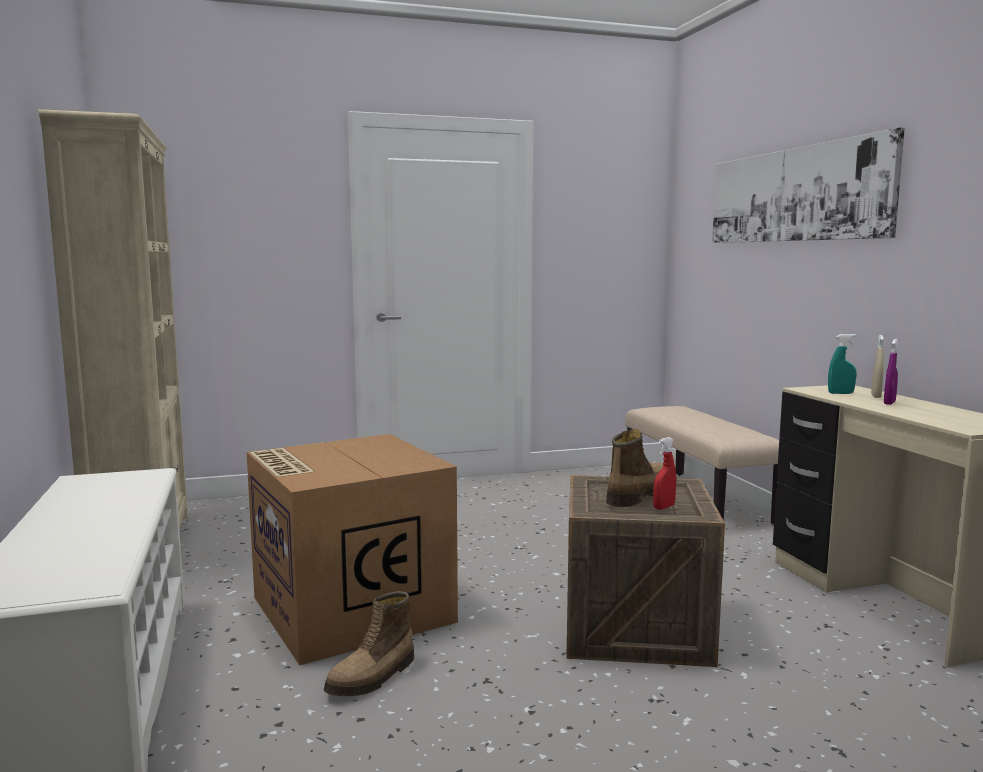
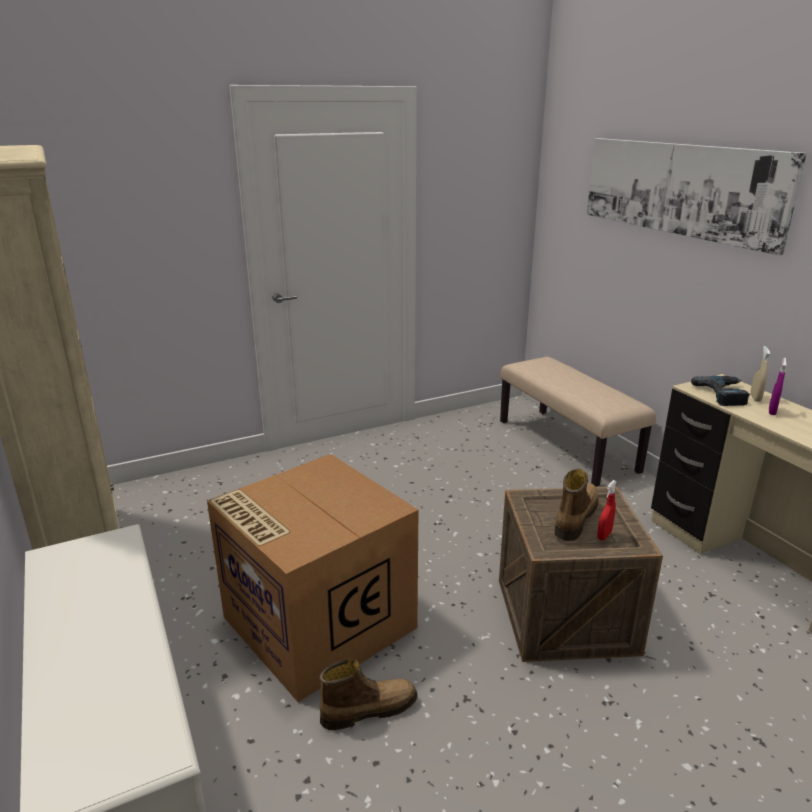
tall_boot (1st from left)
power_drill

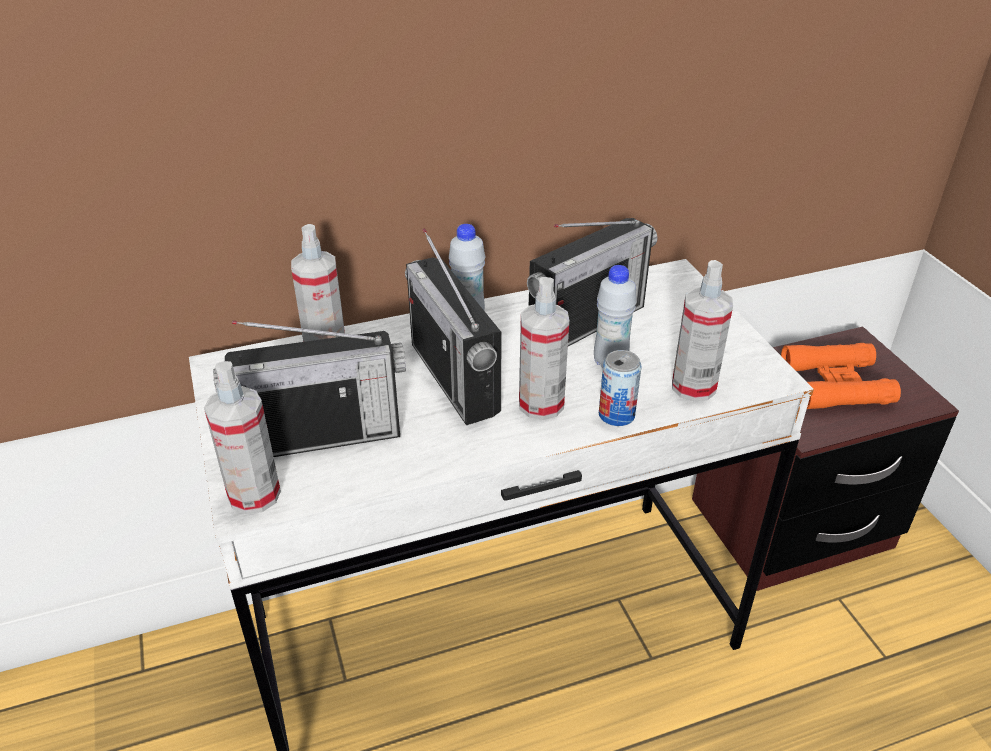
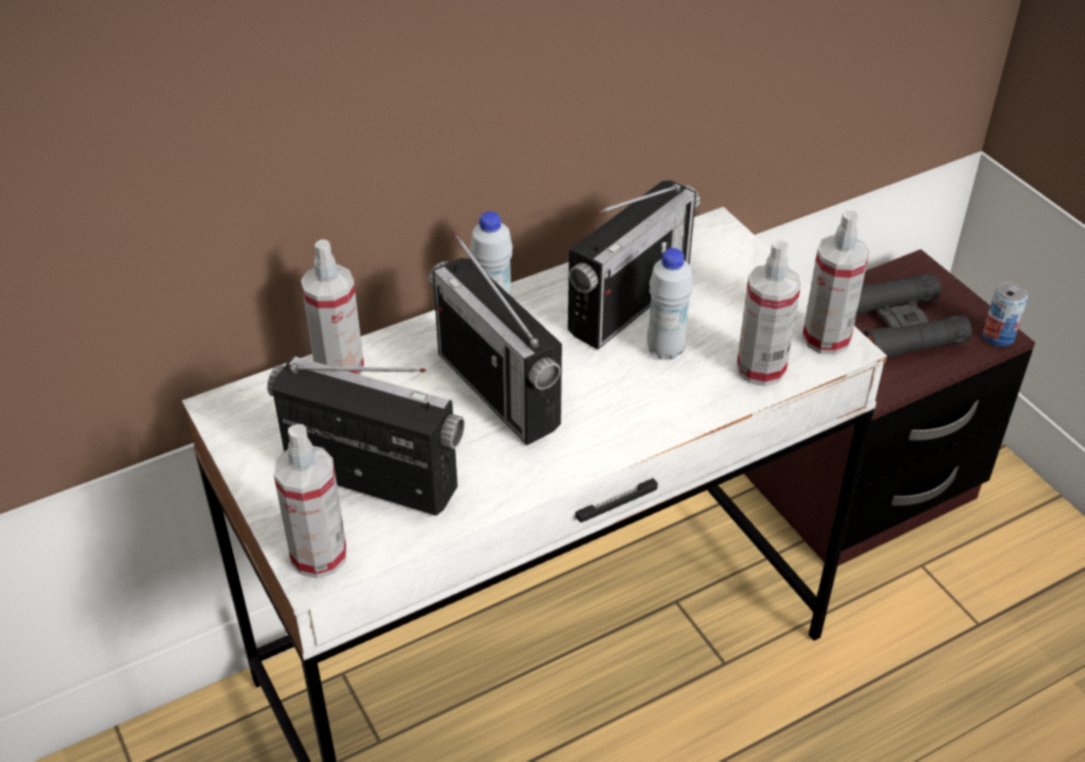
radio_set (1st from left)
spray_bottle (4th from left)
can
black-coloured_field_glasses

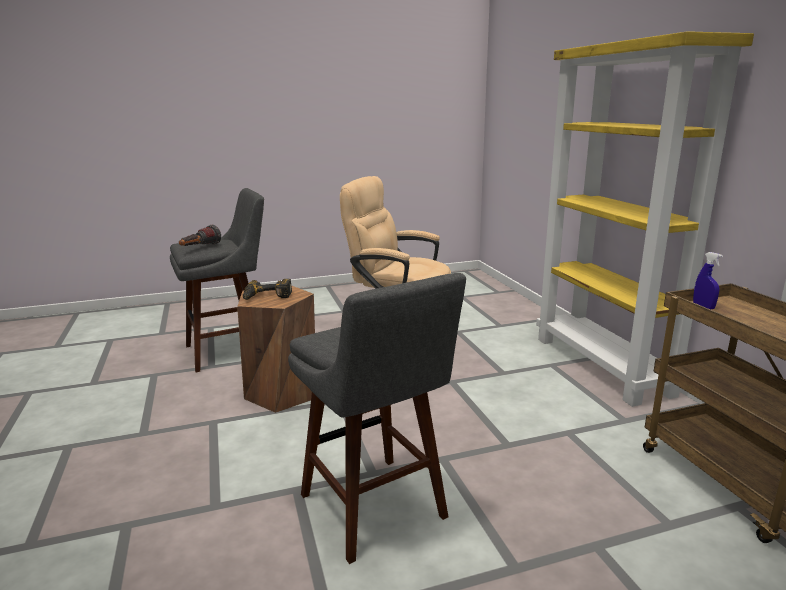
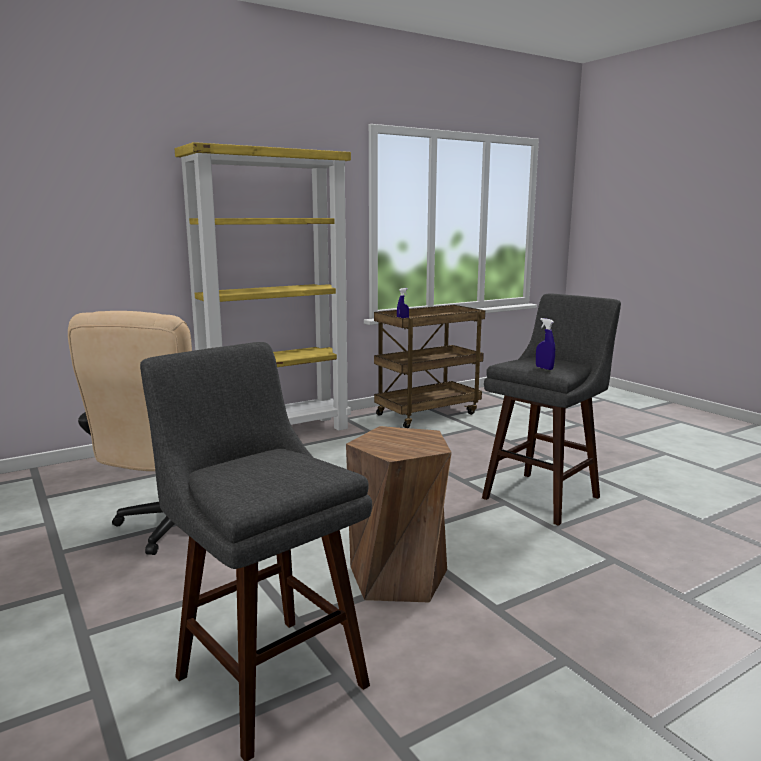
torch
power_drill
blue-coloured_spray_bottle (2nd from left)

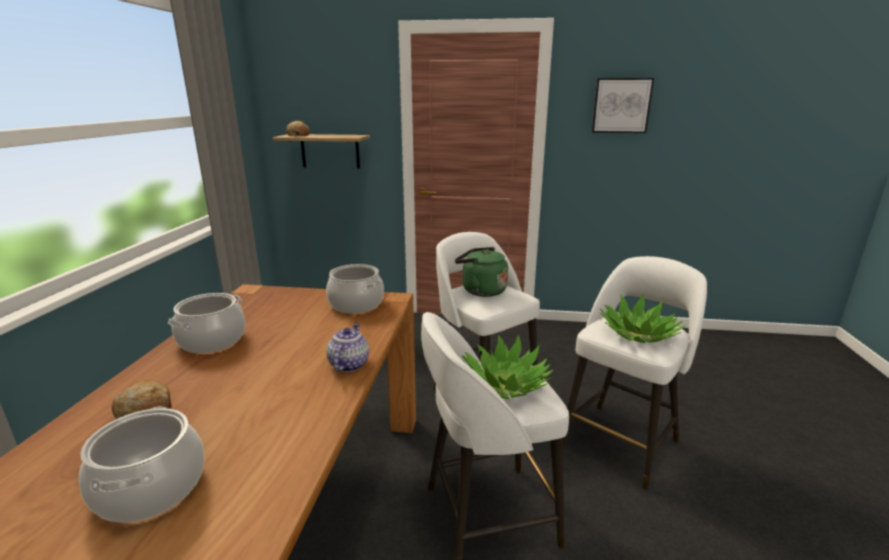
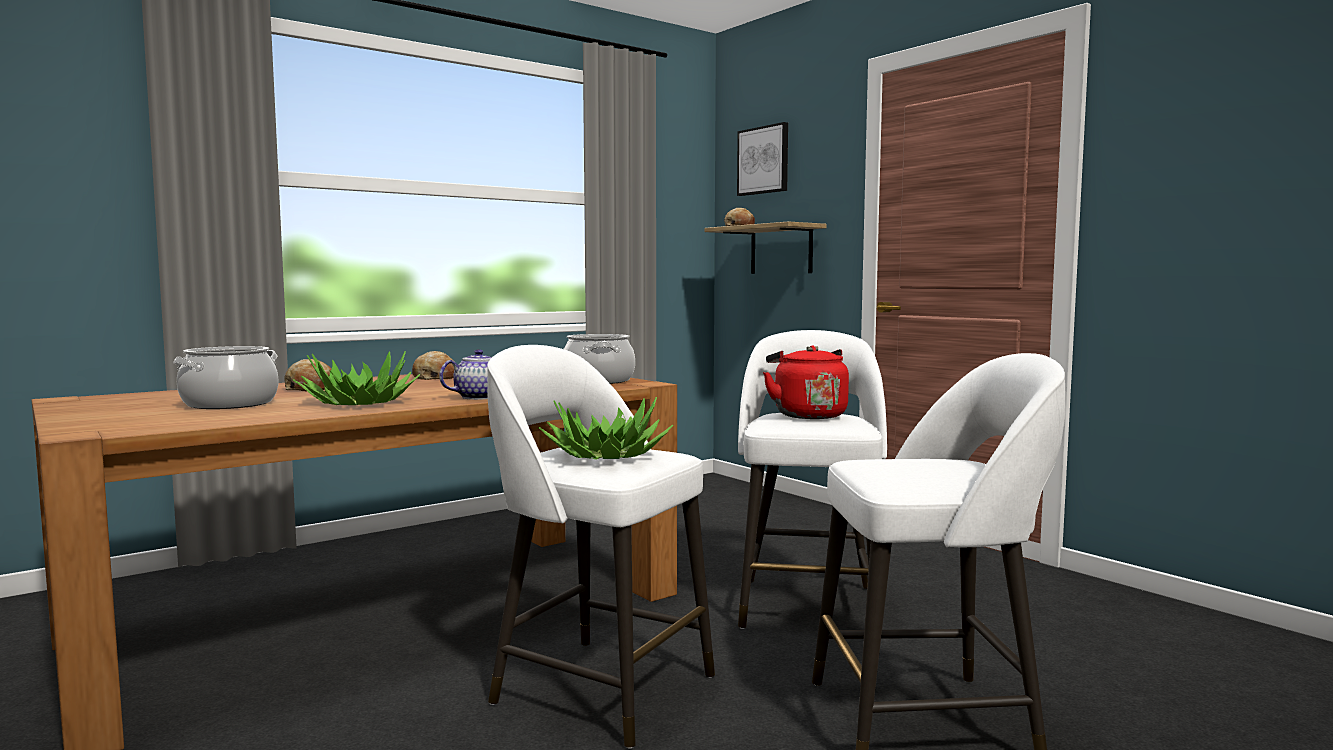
bread (2nd from left)
red-coloured_water_kettle
wall_picture
potted_plant (1st from left)

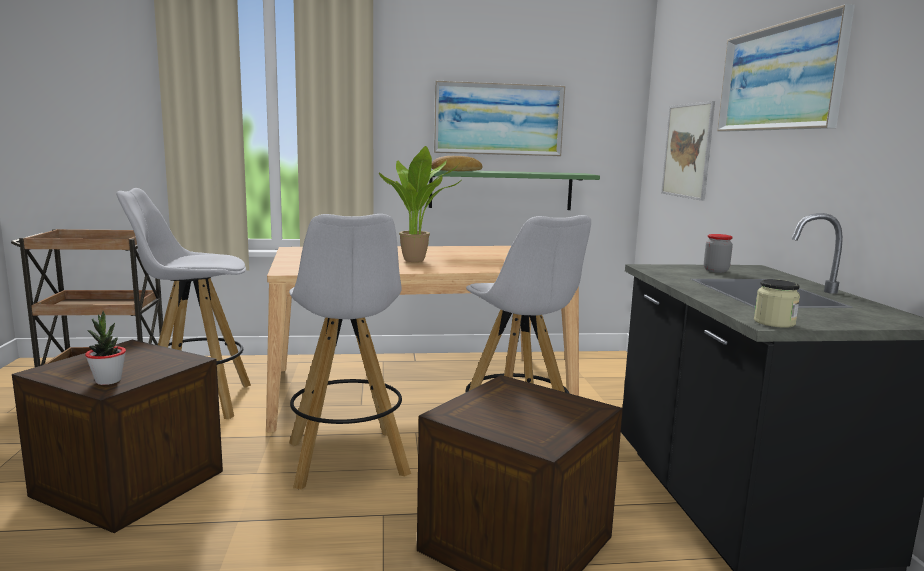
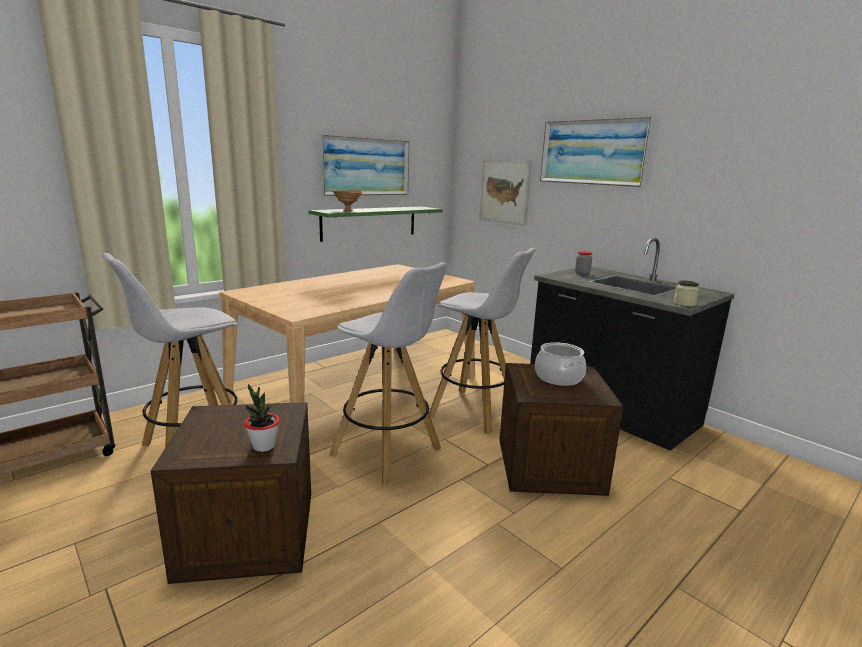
potted_plant (2nd from left in the first image)
brownish_serving_bowl
saucepot

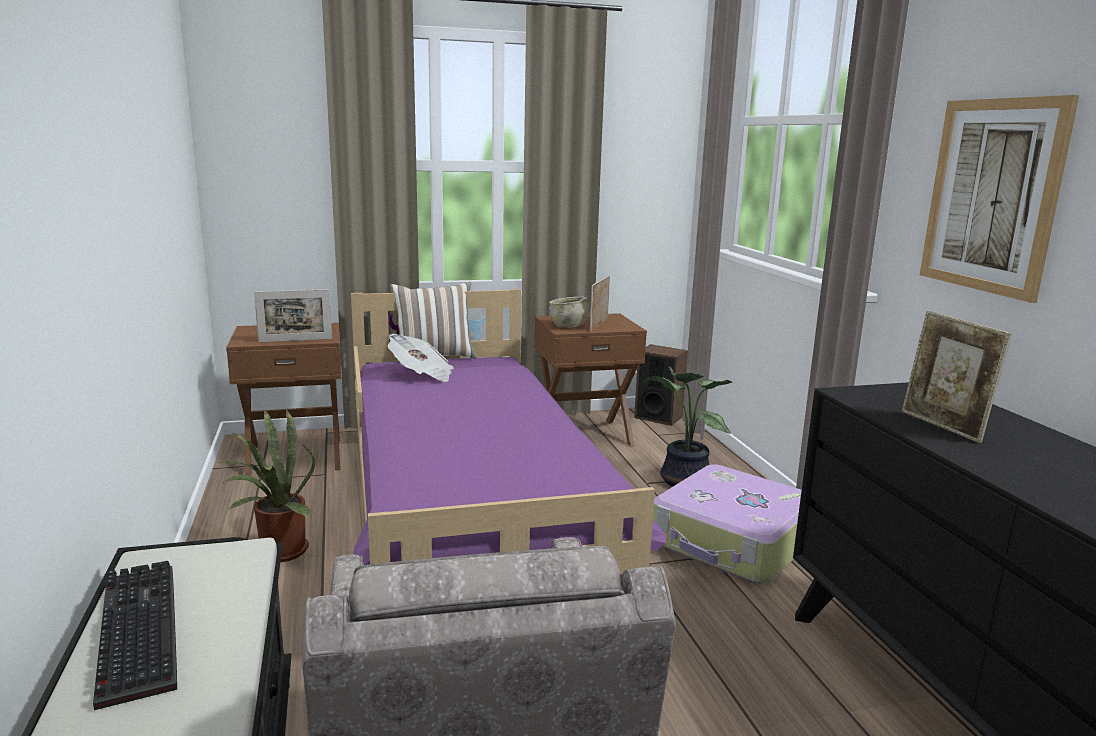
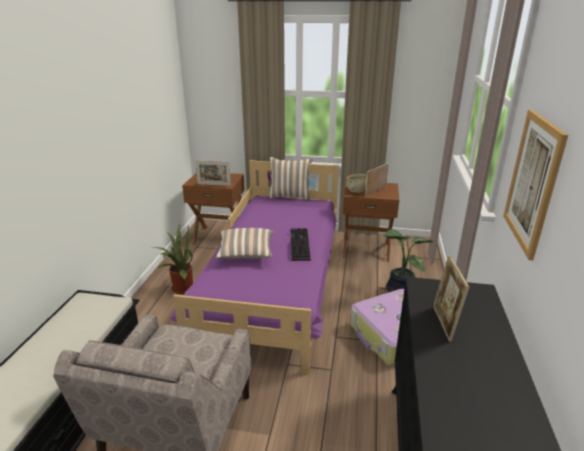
computer_keyboard
newspaper
speaker
cushion (1st from left)

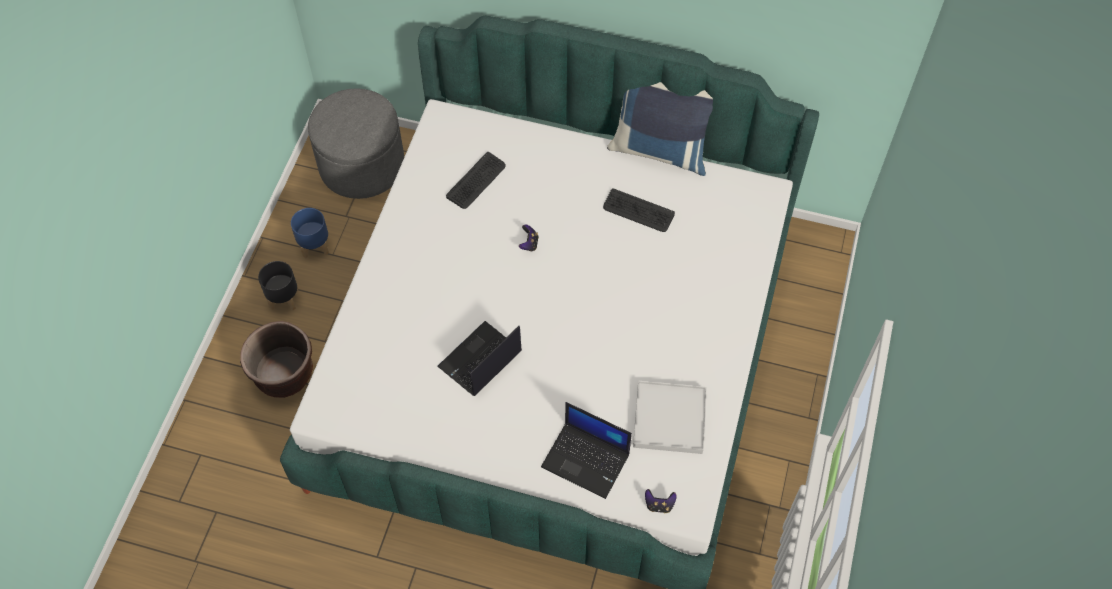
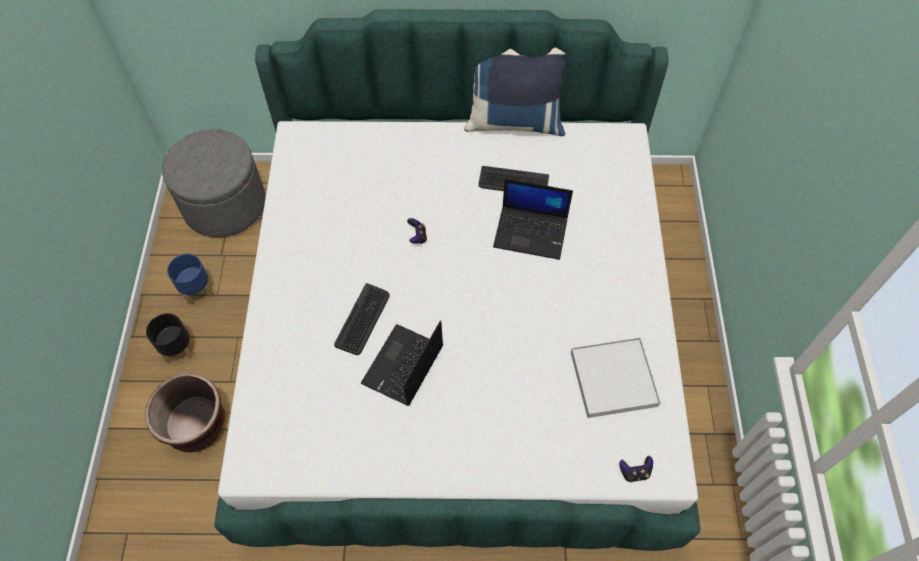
computer_keyboard (1st from left)
portable_computer (2nd from left)

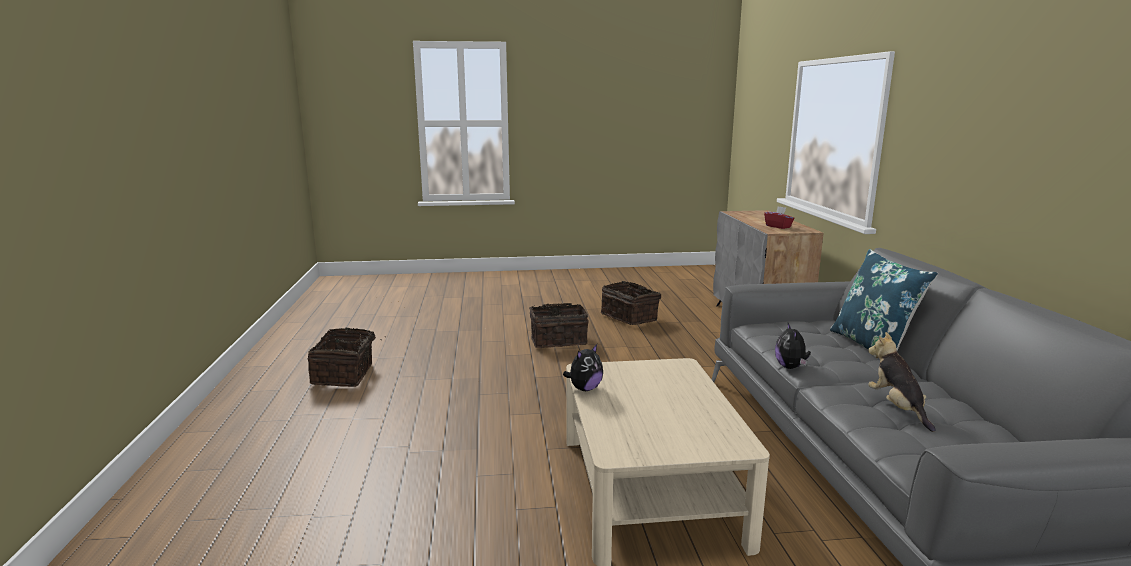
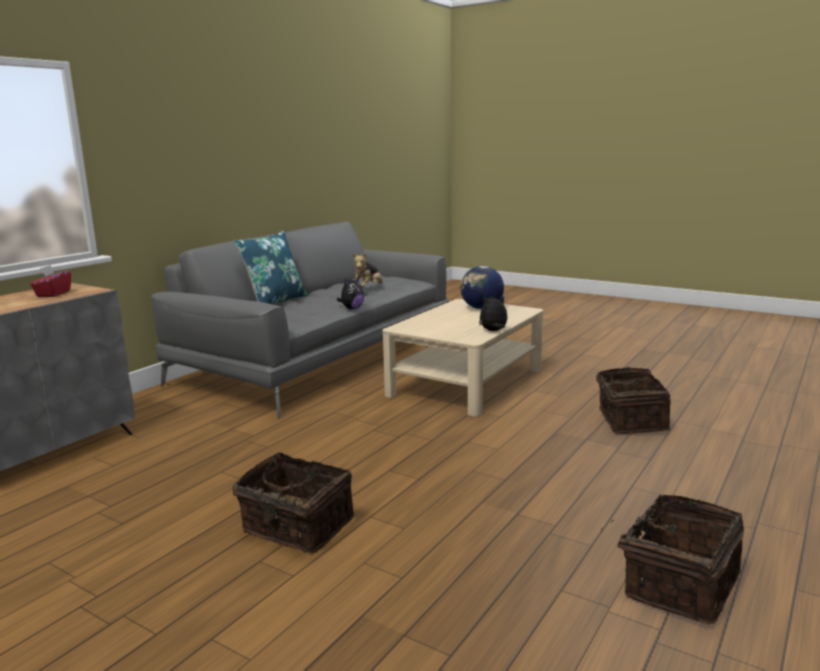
basket (2nd from left)
globe

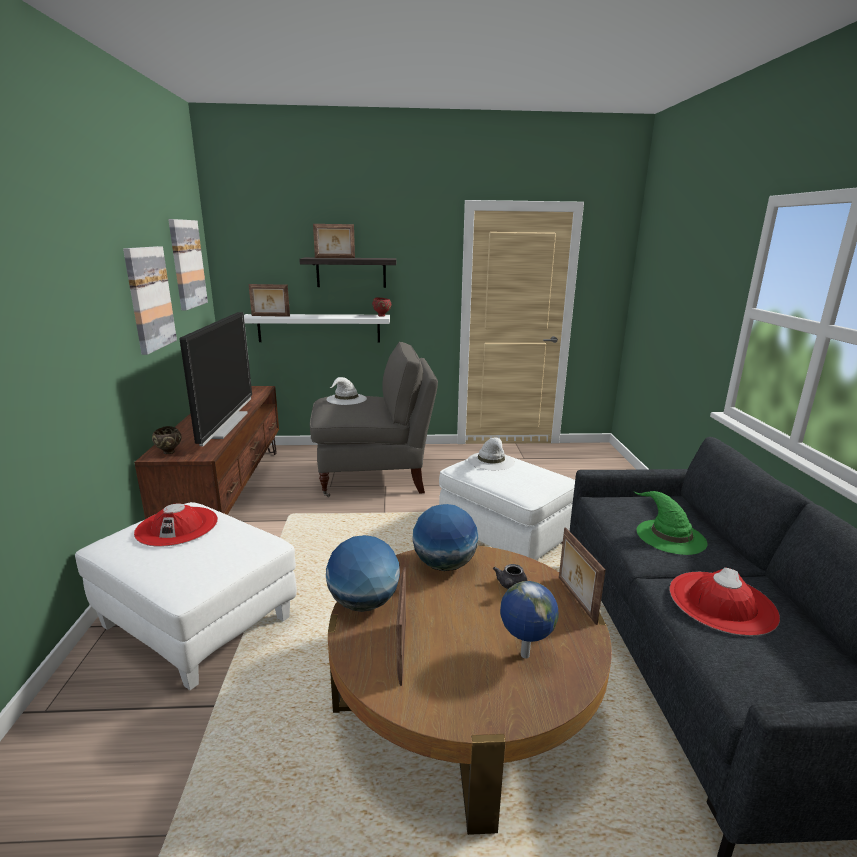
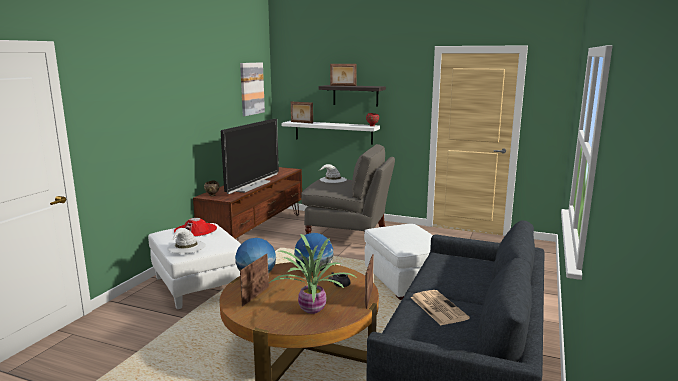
wall_picture (1st from left in the first image)
white-coloured_hat (1st from left)
potted_plant
green-coloured_hat
newspaper

